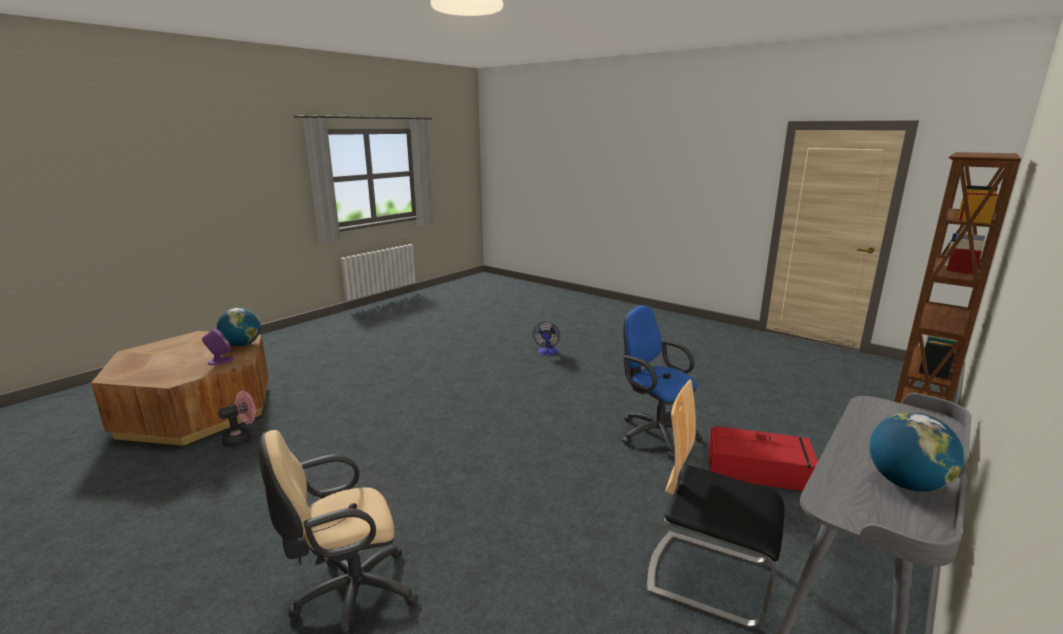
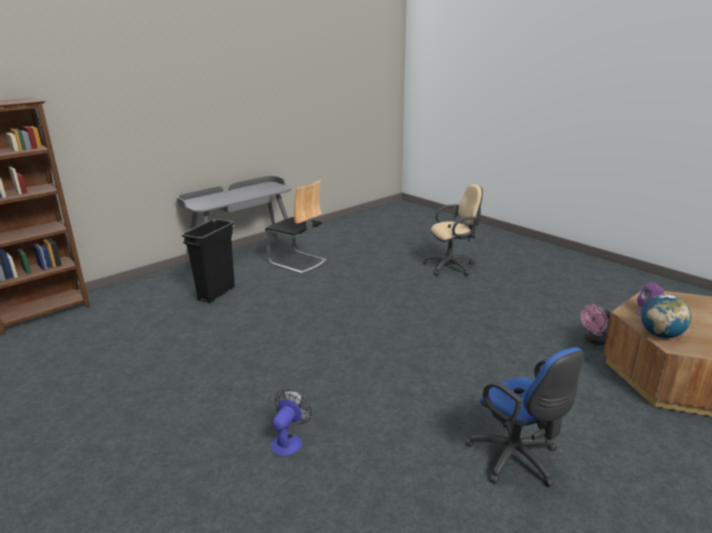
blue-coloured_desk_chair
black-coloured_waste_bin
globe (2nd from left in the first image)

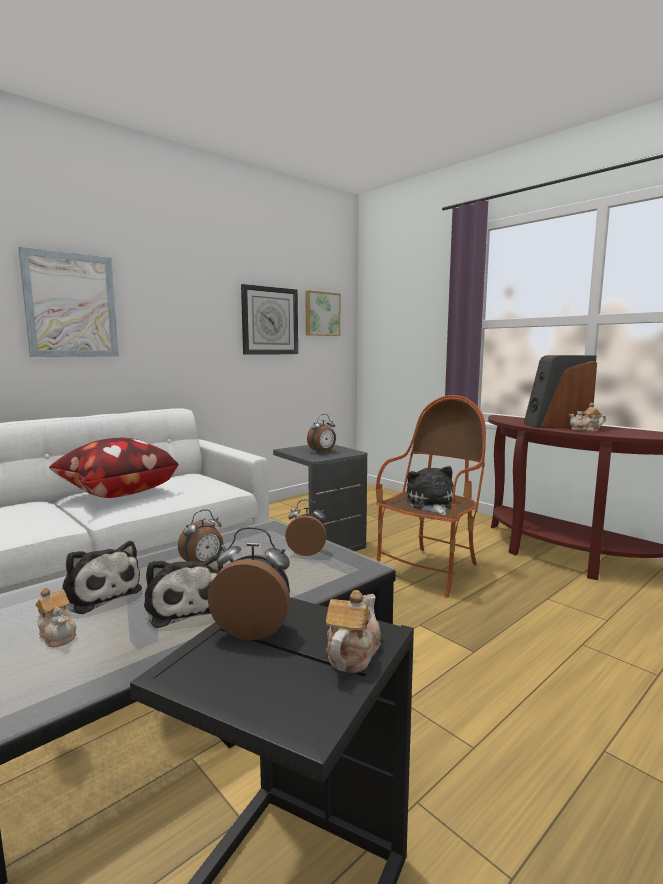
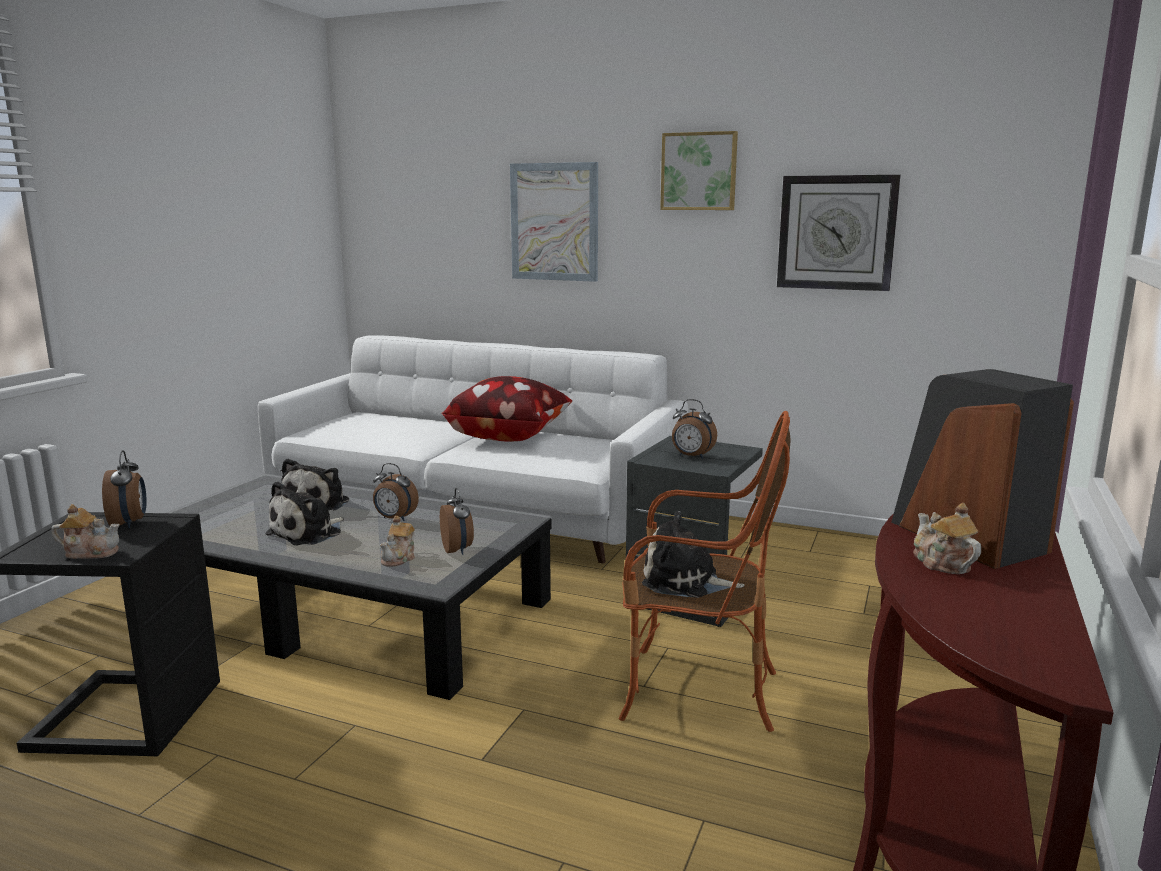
pot_for_tea (2nd from left)
wall_picture (2nd from left)
cuddly_toy (3rd from left)

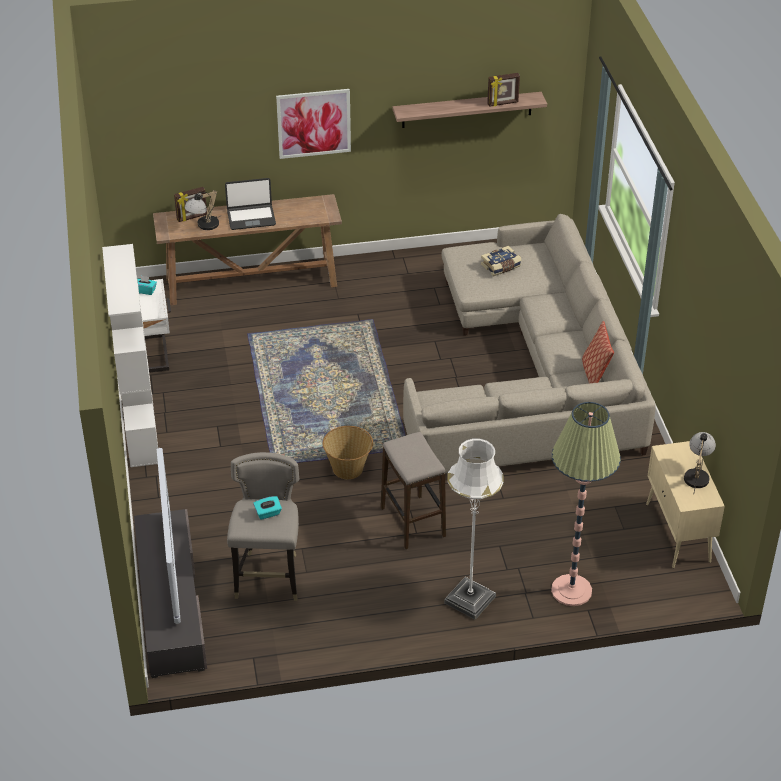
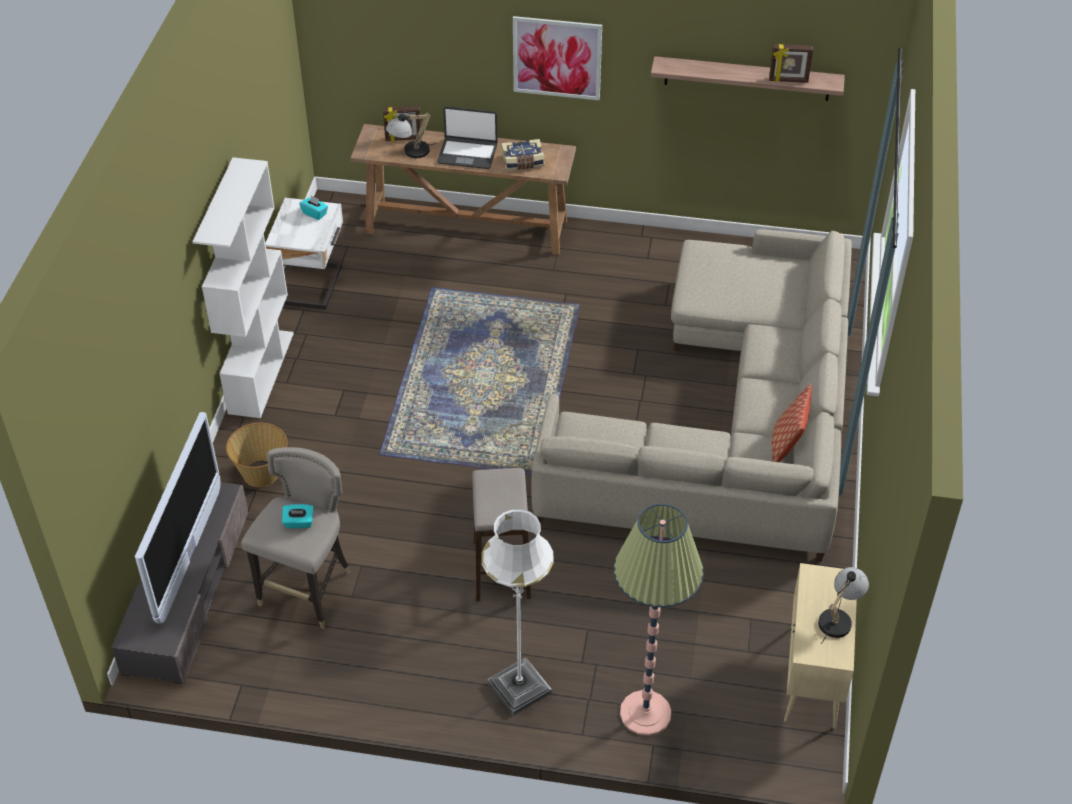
basket
bound_book

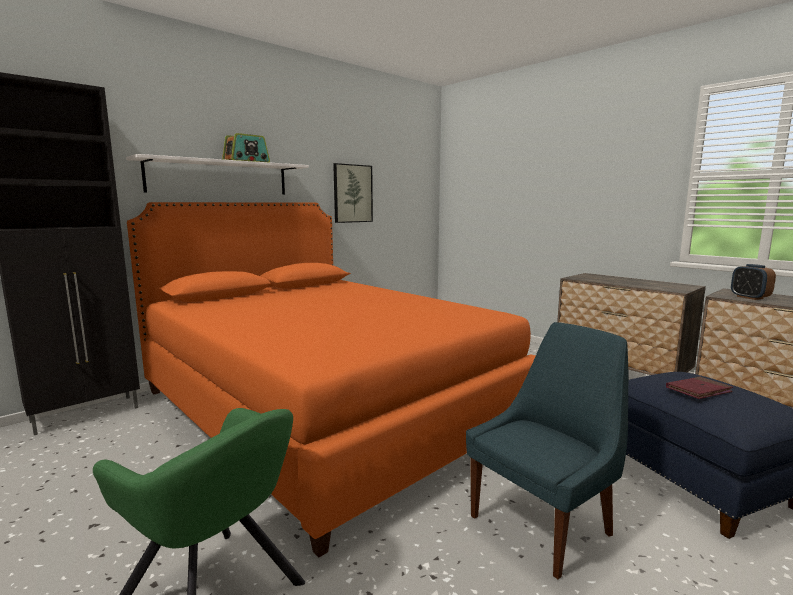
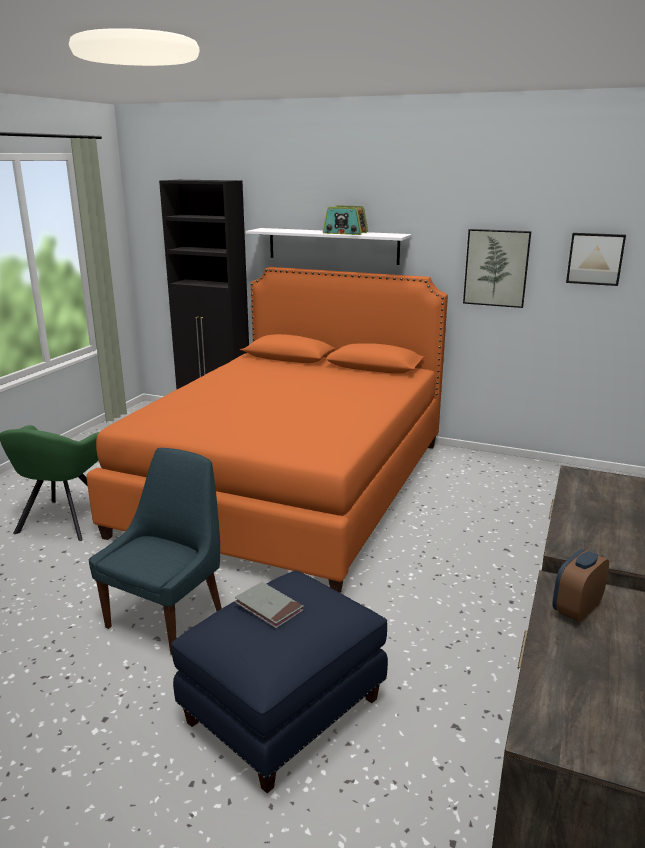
blue-coloured_chair
grey_bound_book
wall_picture (2nd from left)

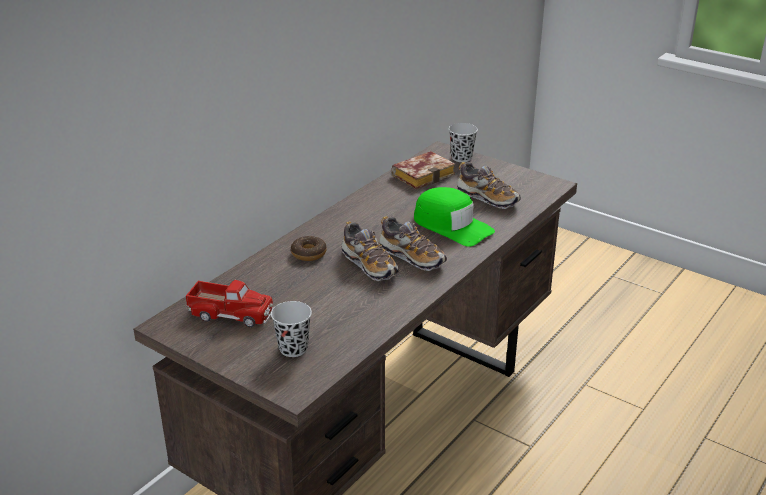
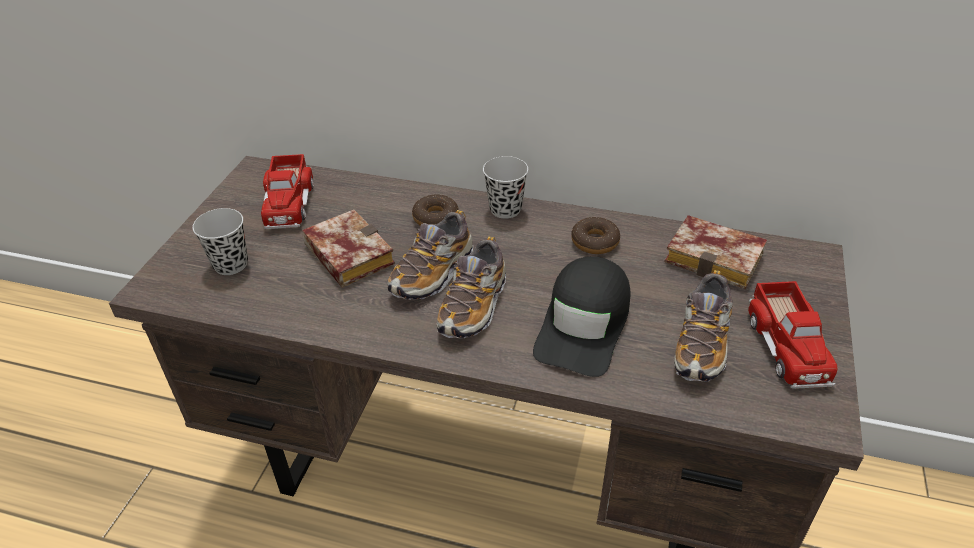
black-coloured_cap
black-coloured_small_cup (2nd from left)
bound_book (1st from left)
ring_doughnut (2nd from left)
toy_truck (2nd from left)

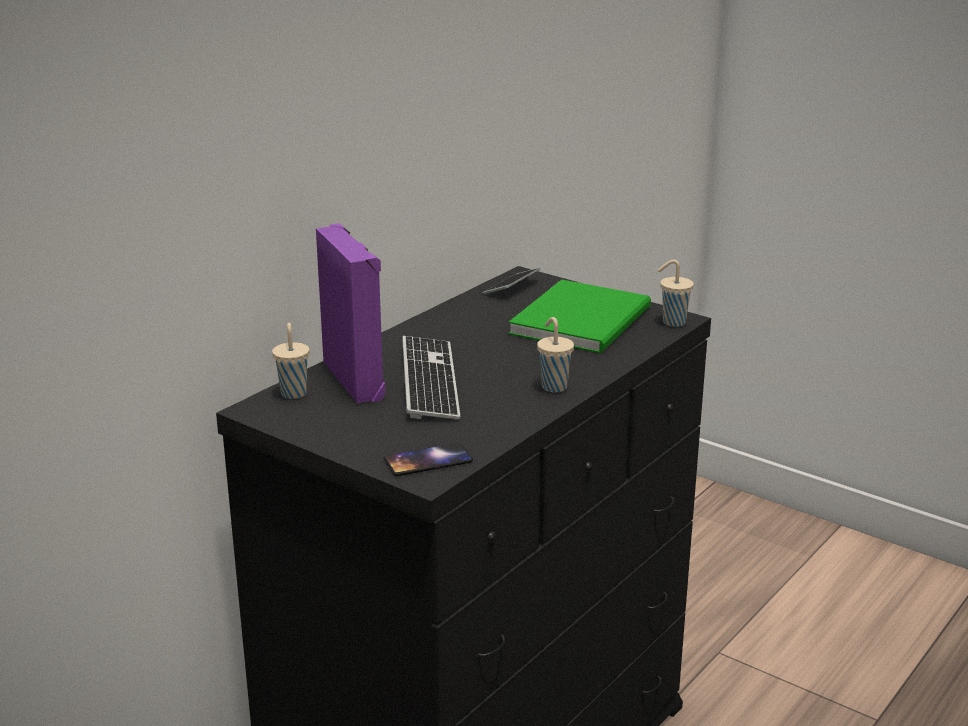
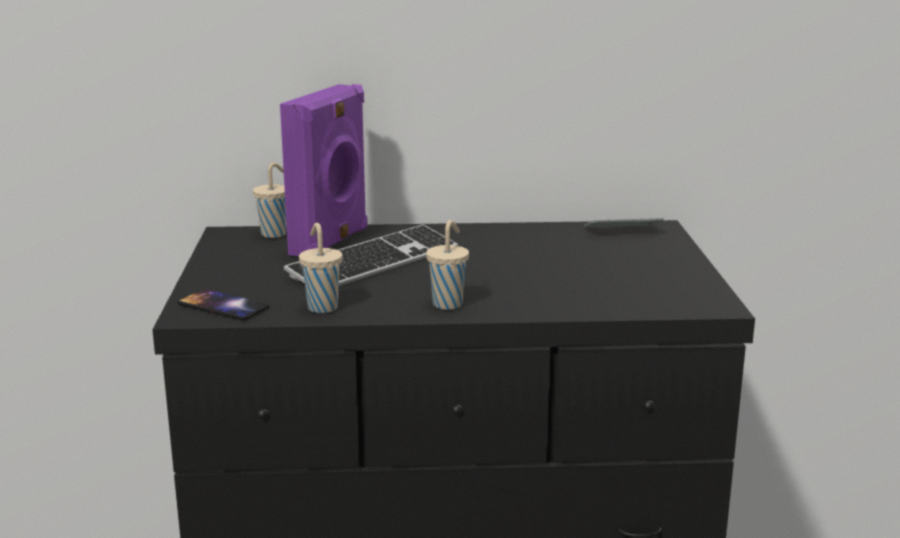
green-coloured_bound_book
sand-coloured_small_cup (2nd from left)

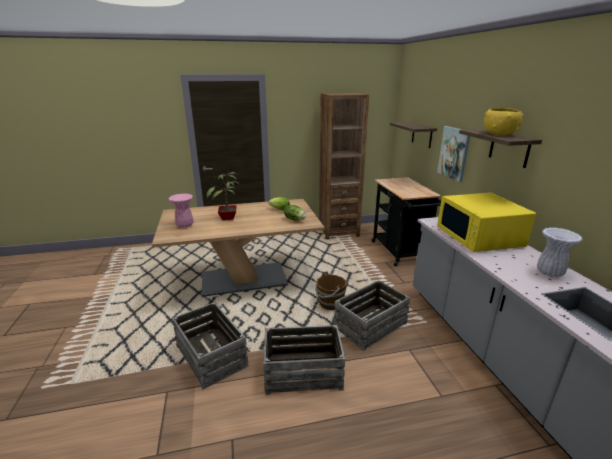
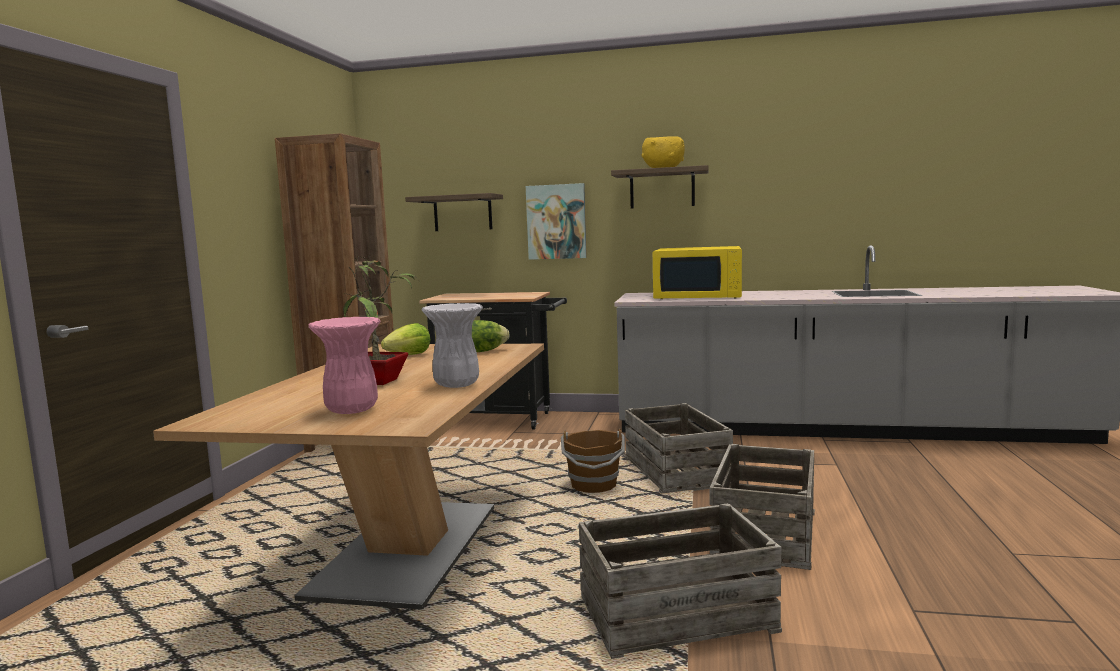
white-coloured_flower_vase

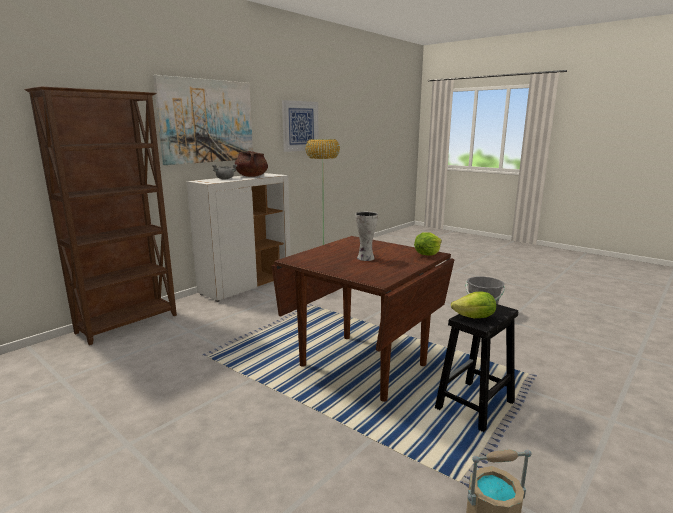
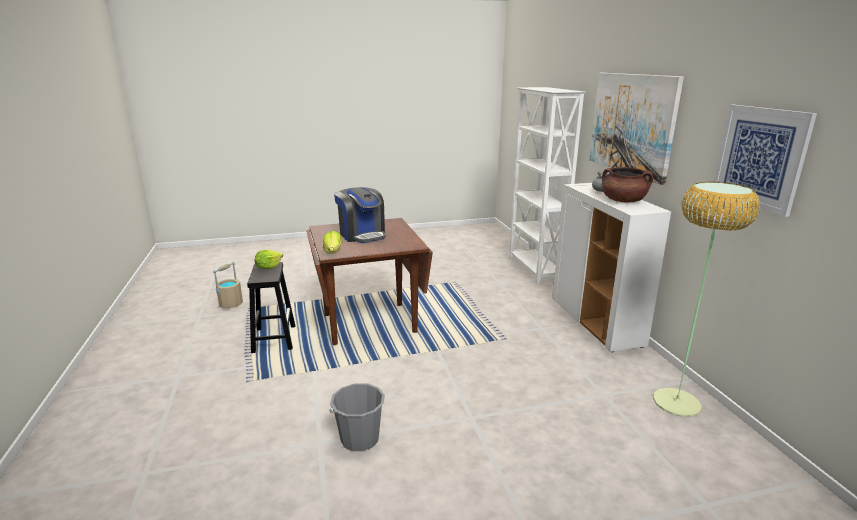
white-coloured_bookcase
coffee_brewer

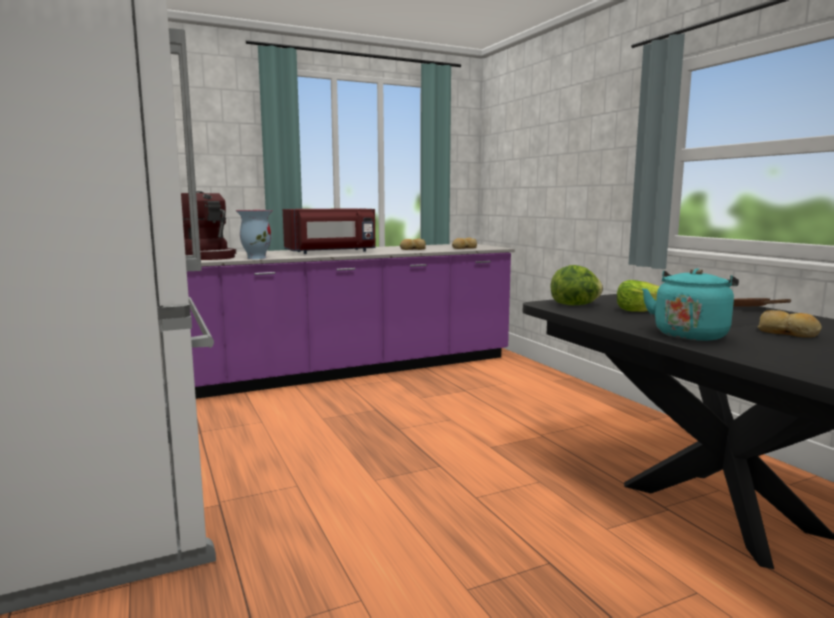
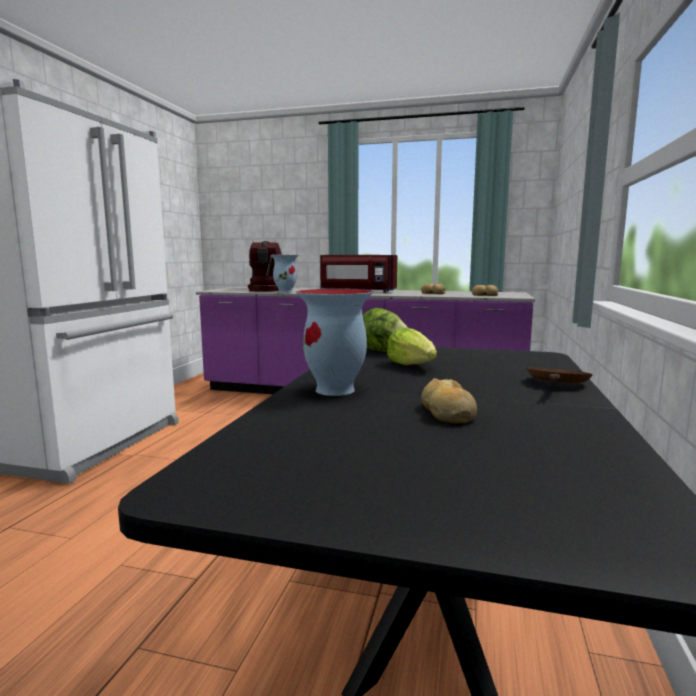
flower_vase (2nd from left)

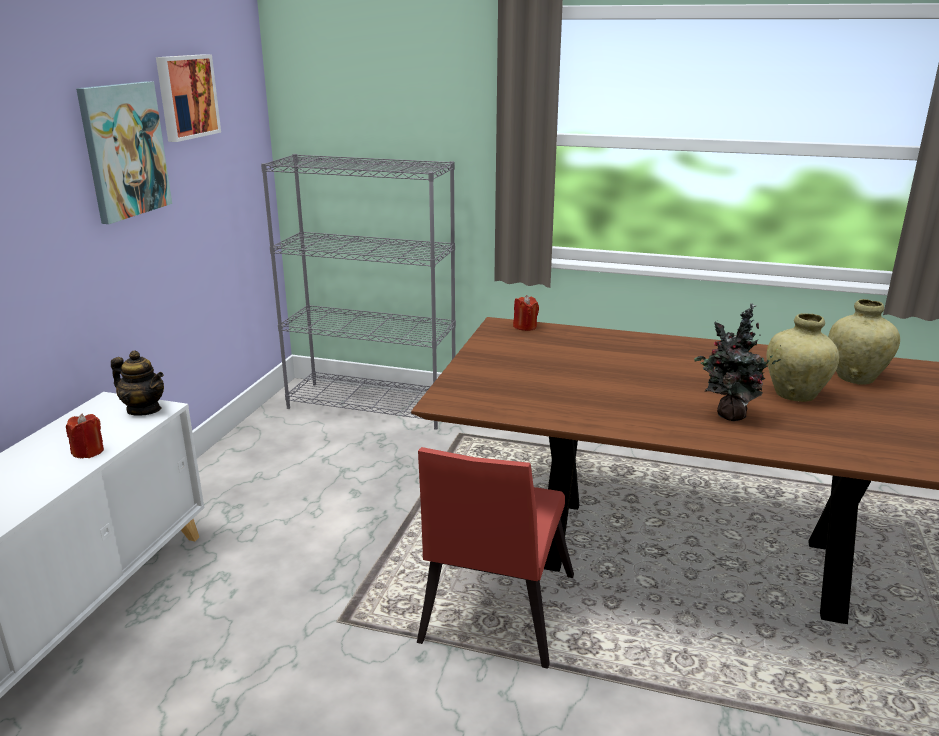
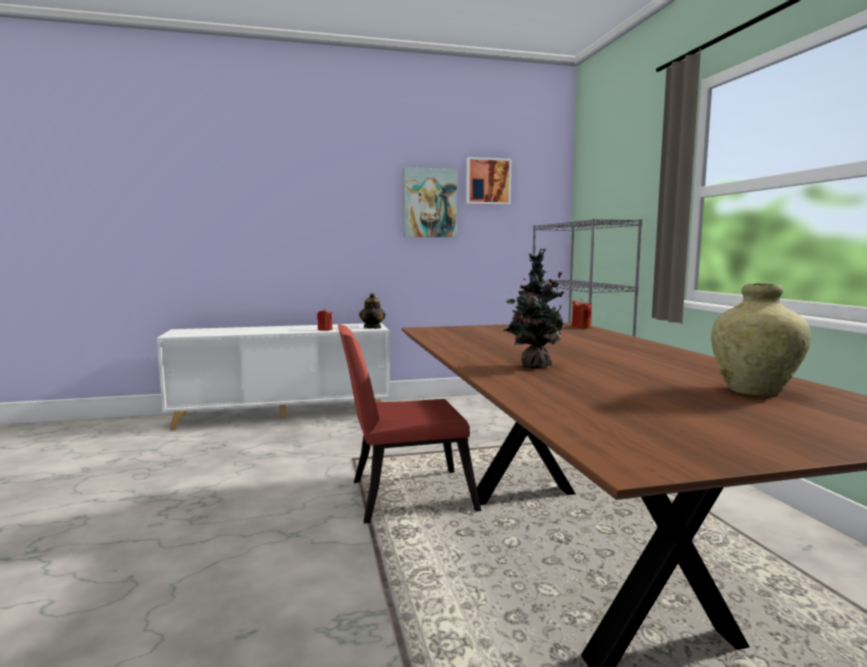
sand-coloured_flower_vase (1st from left in the first image)

